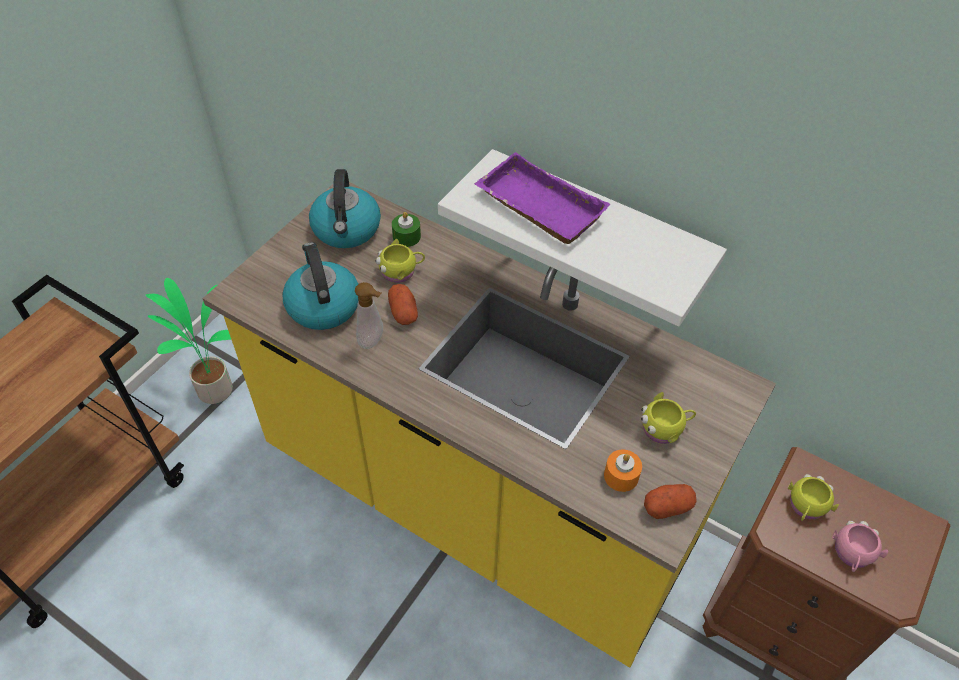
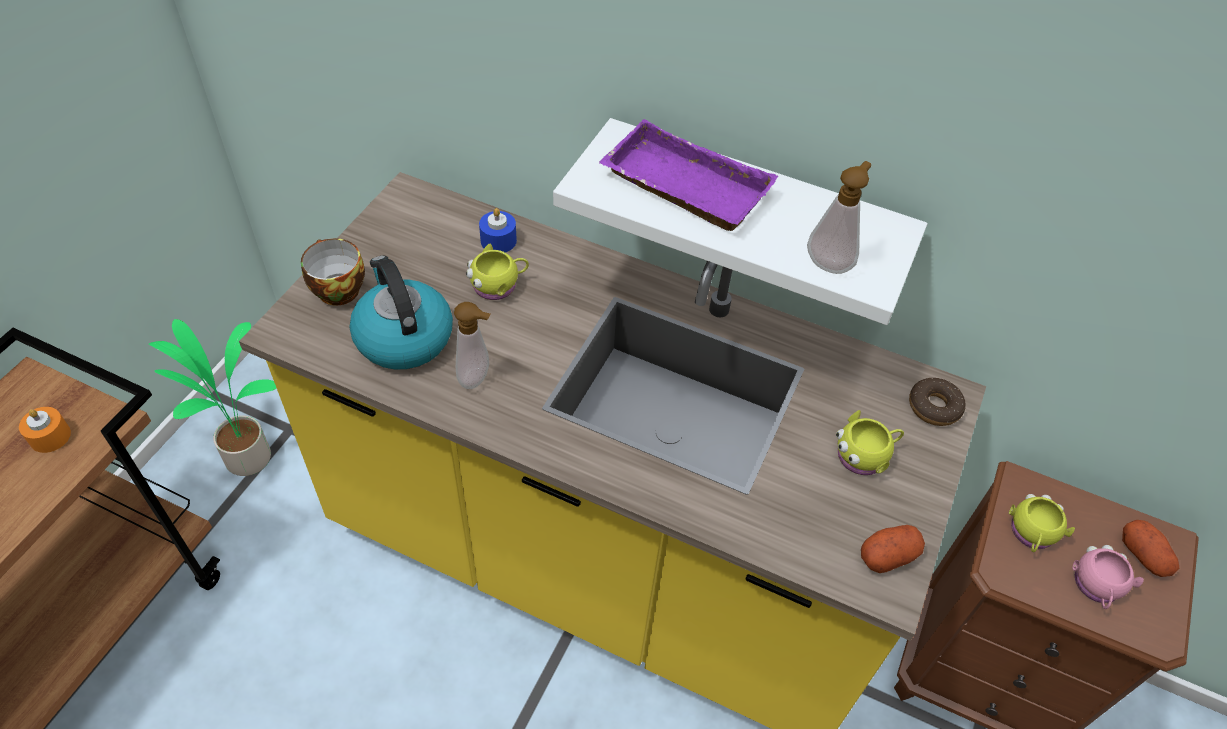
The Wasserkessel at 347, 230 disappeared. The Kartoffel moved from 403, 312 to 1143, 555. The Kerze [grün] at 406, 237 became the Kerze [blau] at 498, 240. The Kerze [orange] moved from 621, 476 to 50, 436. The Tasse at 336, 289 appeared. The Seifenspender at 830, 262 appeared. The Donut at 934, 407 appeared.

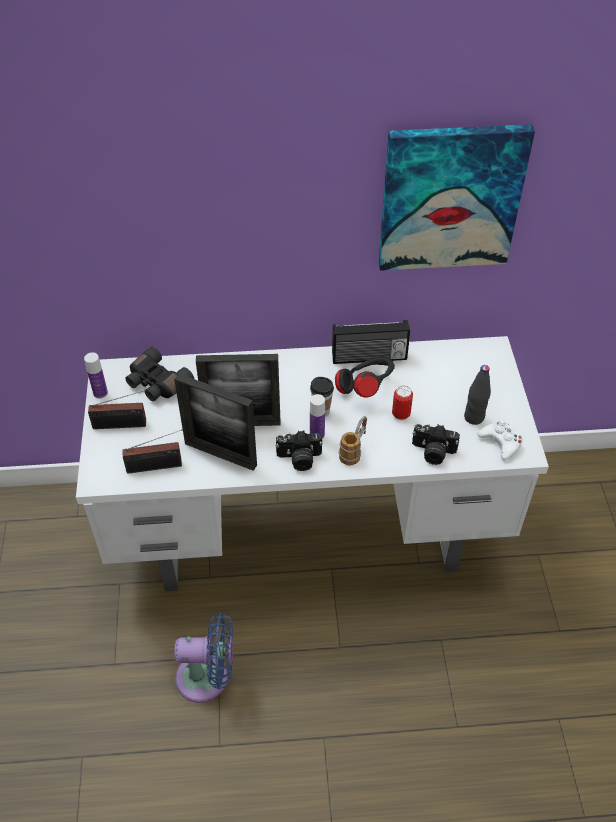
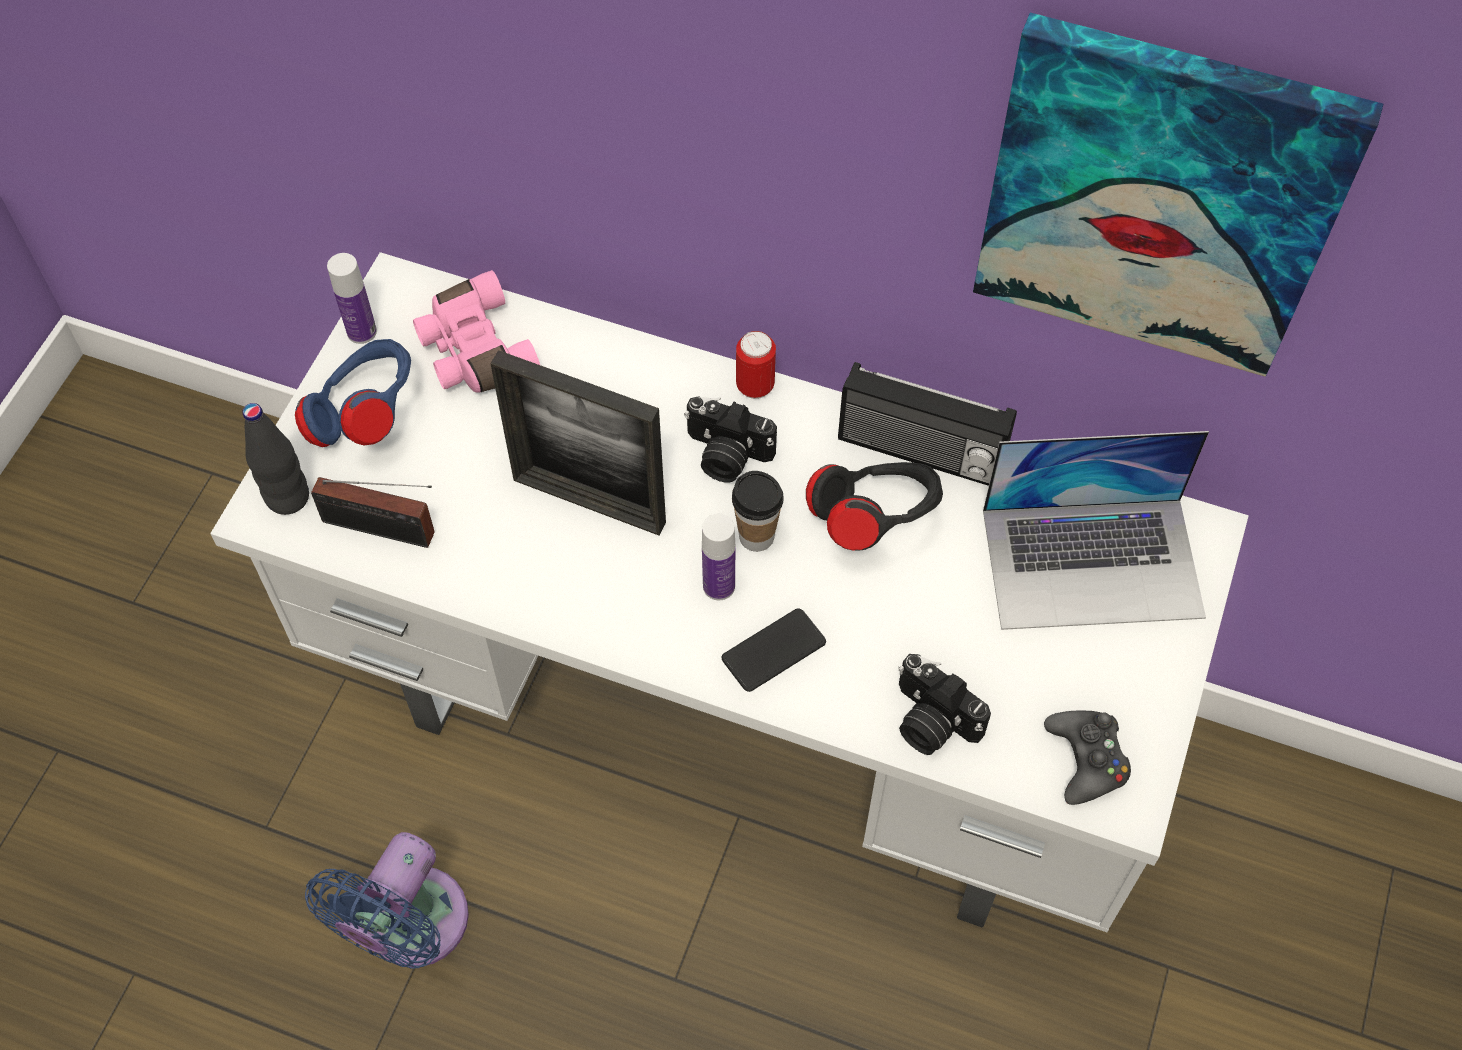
The Radio at 122, 425 was replaced by the Kopfhörer [blau] at 367, 416. The Fernglas [schwarz] at 156, 383 became the Fernglas [rosa] at 474, 351. The Bilderrahmen at 220, 454 disappeared. The Ventilator [blau] at 208, 678 turned 90 degrees clockwise. The Kamera moved from 299, 459 to 725, 455. The Henkelbecher at 354, 450 was replaced by the Handy at 773, 650. The Dose moved from 401, 414 to 755, 386. The Flasche [schwarz] moved from 474, 417 to 288, 498. The Gamepad [weiß] at 501, 443 became the Gamepad [schwarz] at 1086, 760. The Laptop at 1093, 562 appeared.

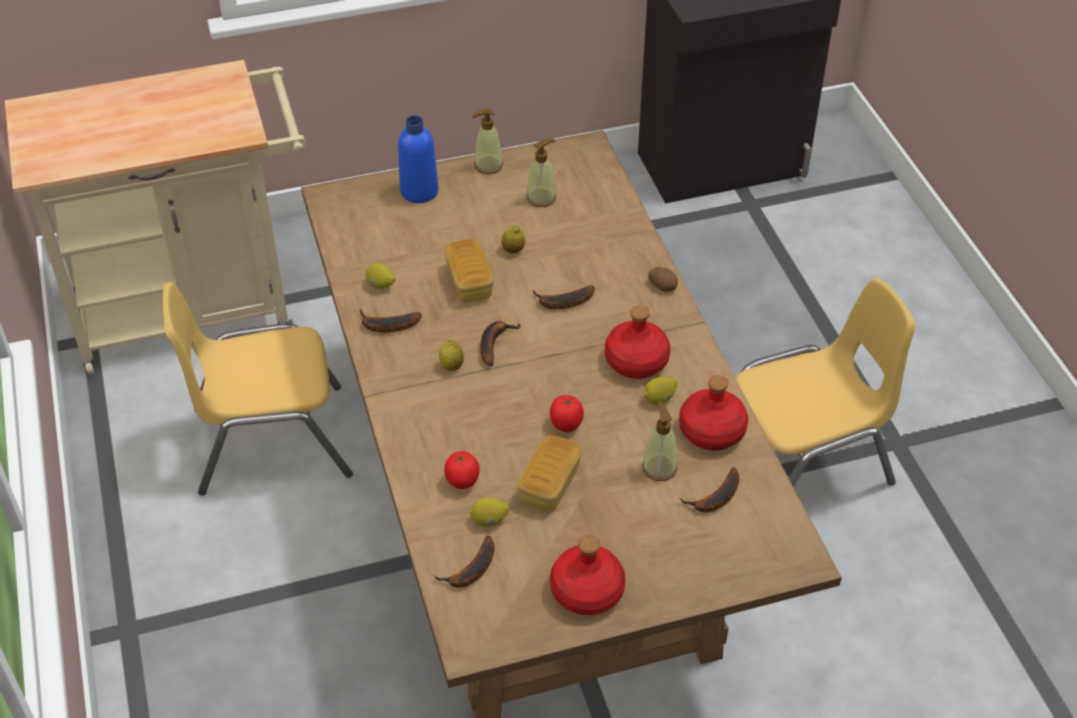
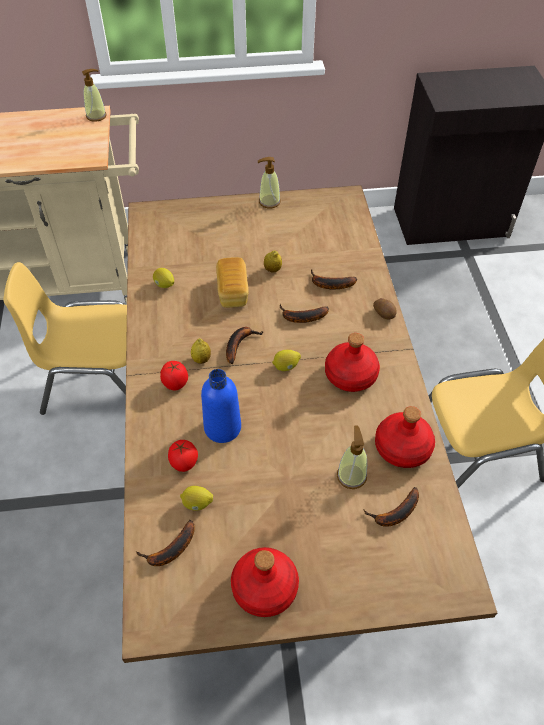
The Banane moved from 386, 326 to 329, 284. The Flasche [blau] moved from 419, 191 to 222, 428. The Brot at 549, 485 disappeared. The Seifenspender moved from 541, 198 to 96, 116. The Tomate moved from 566, 424 to 175, 383. The Zitrone moved from 659, 399 to 286, 366.

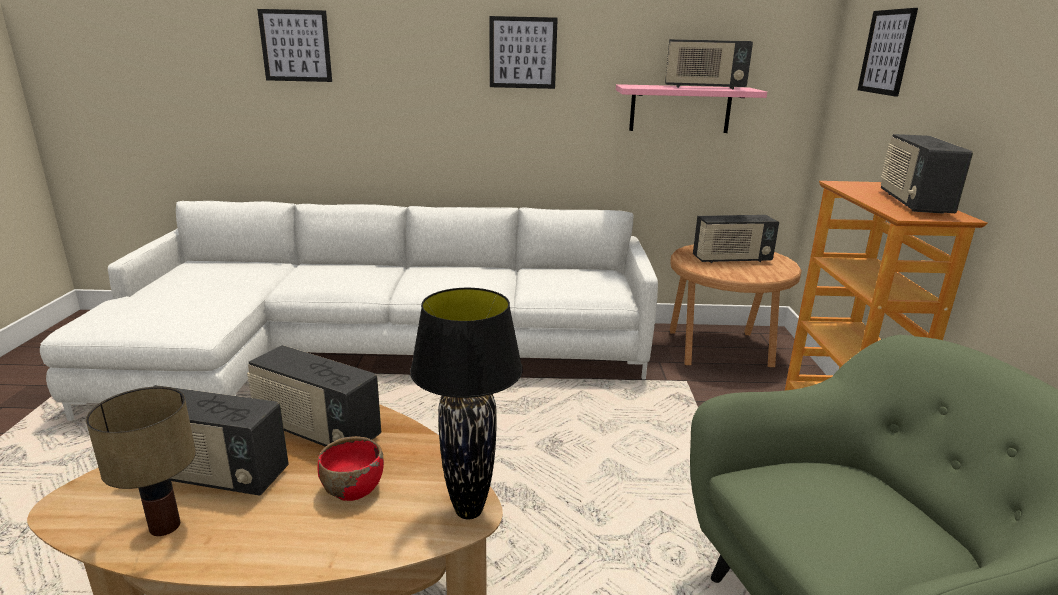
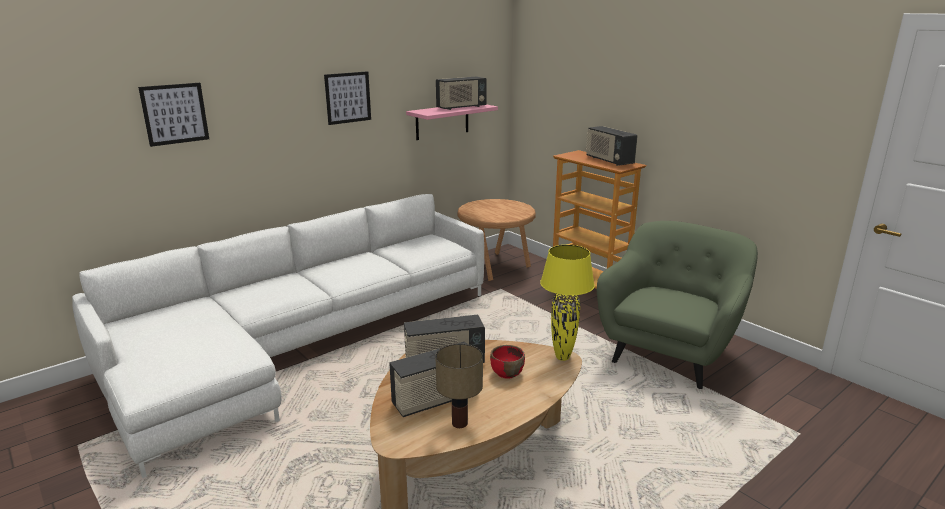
The Tischlampe [schwarz] at 469, 510 became the Tischlampe [gelb] at 562, 357. The Radio at 731, 259 disappeared. The Bild at 887, 52 disappeared.

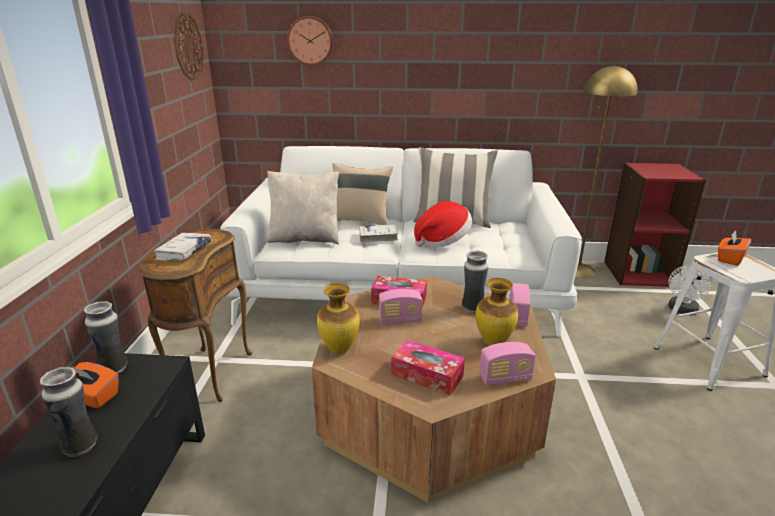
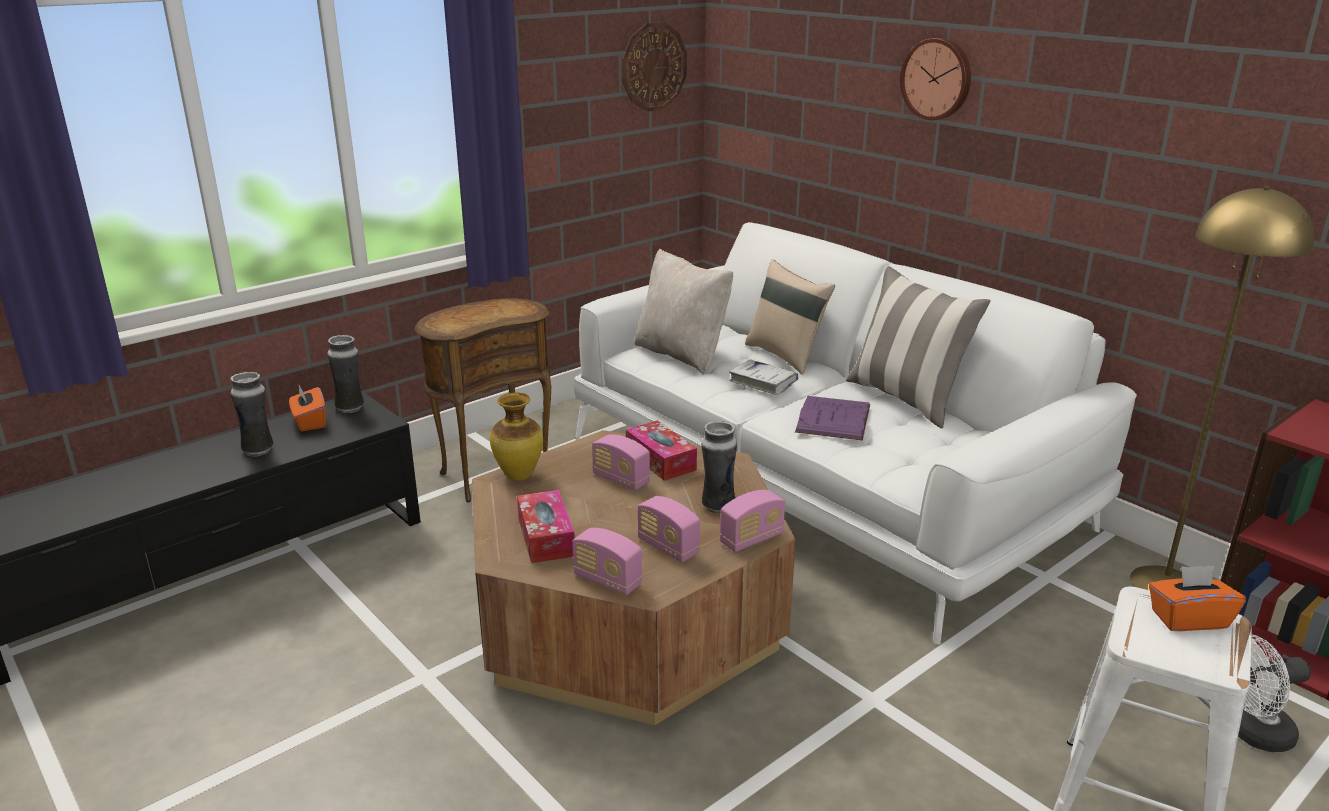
The Buch [weiß] at 184, 252 disappeared. The Wanduhr moved from 310, 41 to 937, 79. The Hut at 443, 241 was replaced by the Buch [lila] at 833, 418. The Vase at 494, 342 was replaced by the Radio at 668, 547.

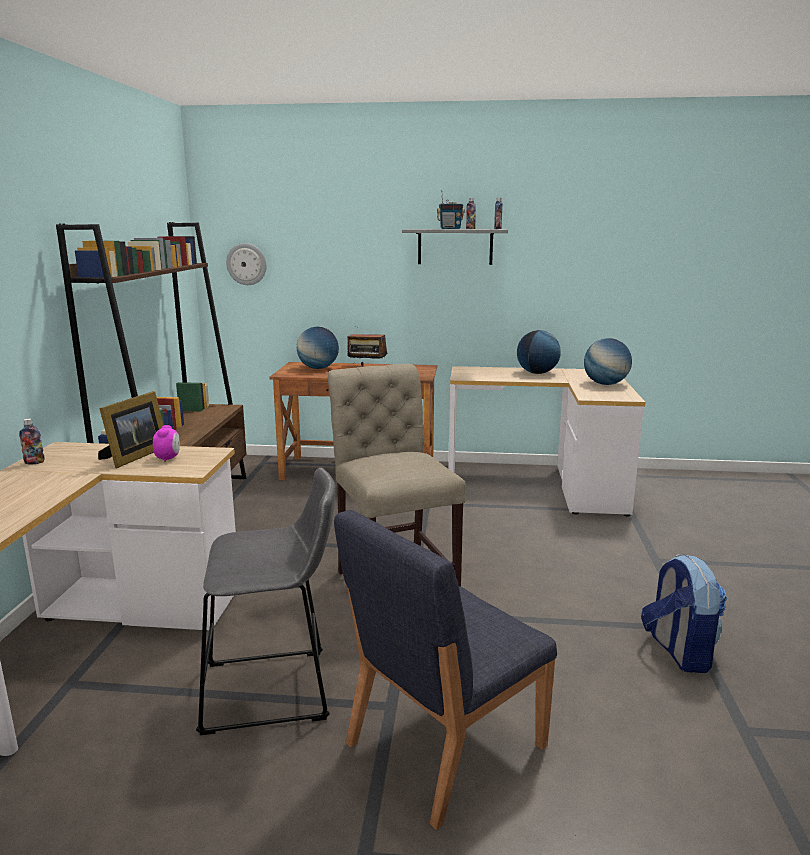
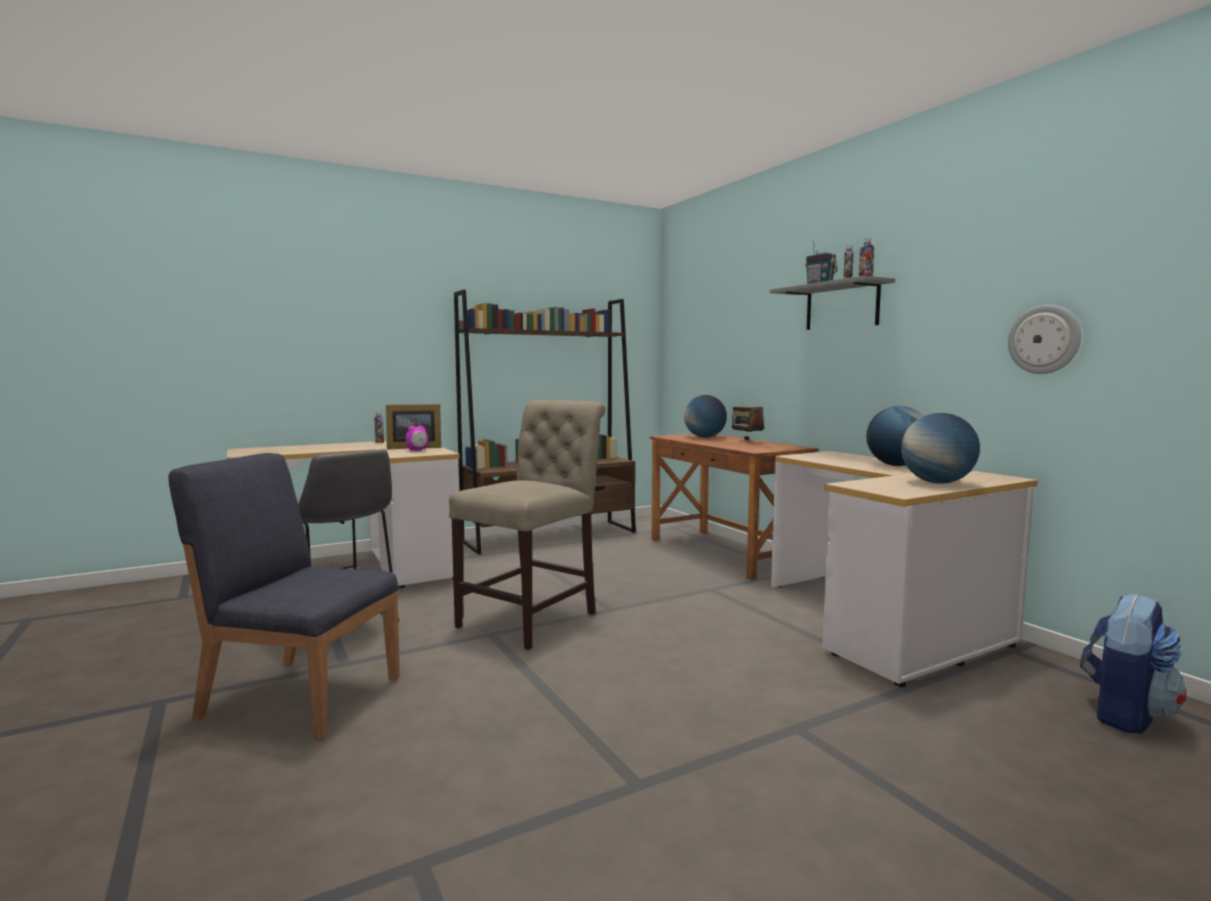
The Wanduhr moved from 246, 264 to 1044, 339. The Rucksack moved from 678, 651 to 1125, 714.

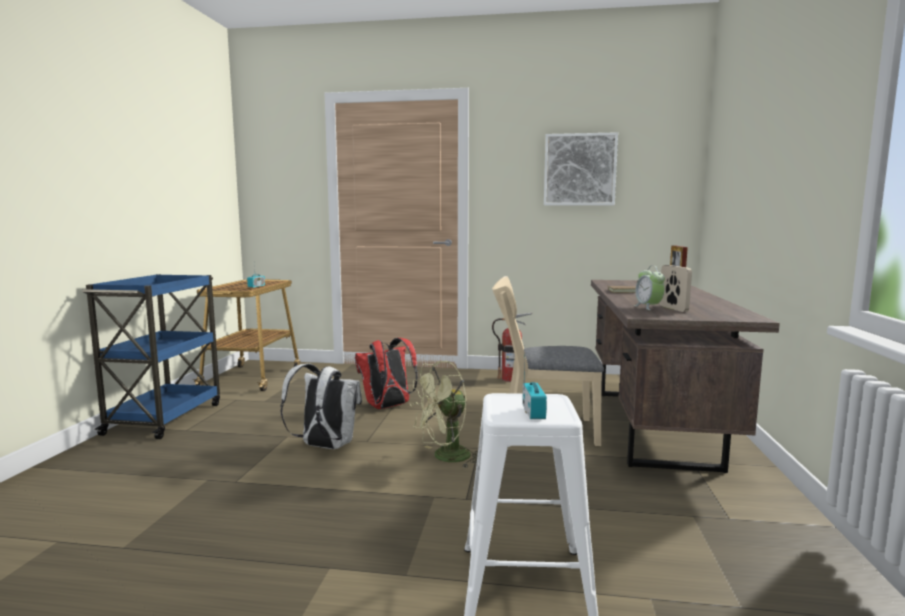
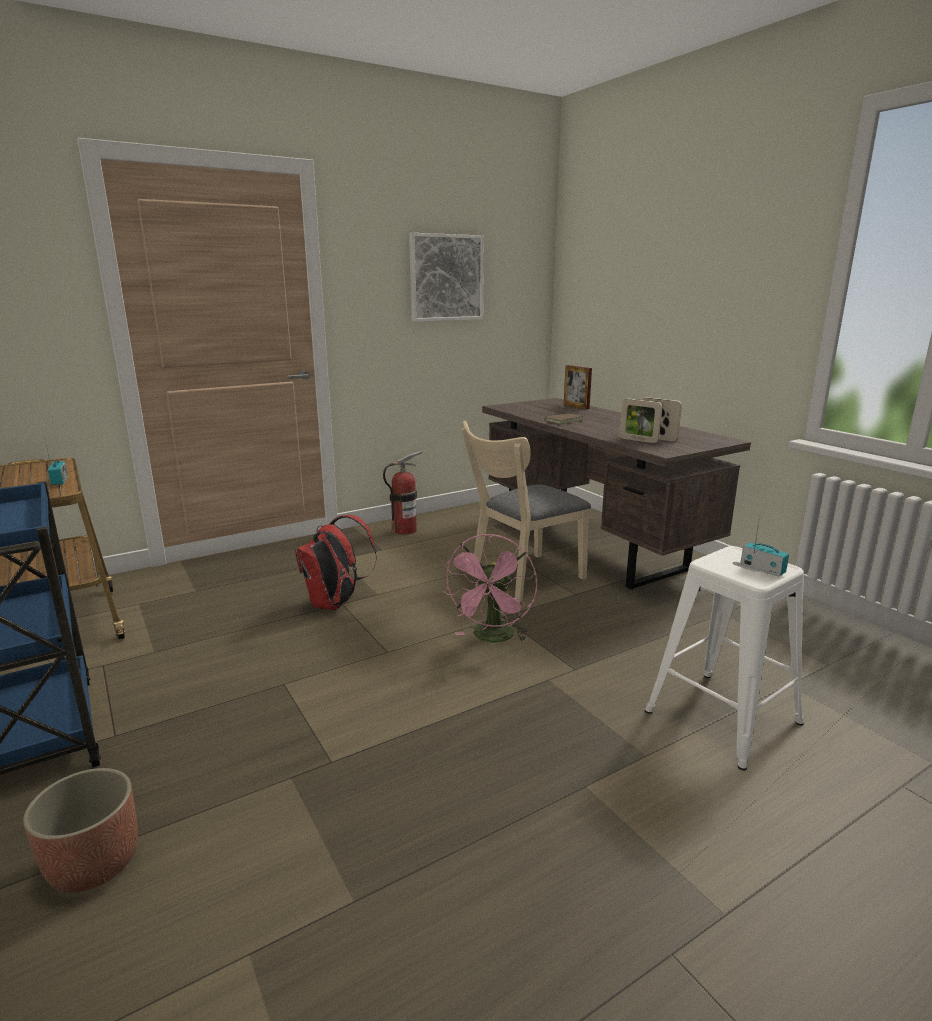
The Rucksack [weiß] at 325, 446 disappeared. The Ventilator [grün] at 445, 458 became the Ventilator [rosa] at 492, 638. The Wecker at 648, 307 was replaced by the Bilderrahmen at 638, 440. The Pflanzkübel at 94, 863 appeared.

